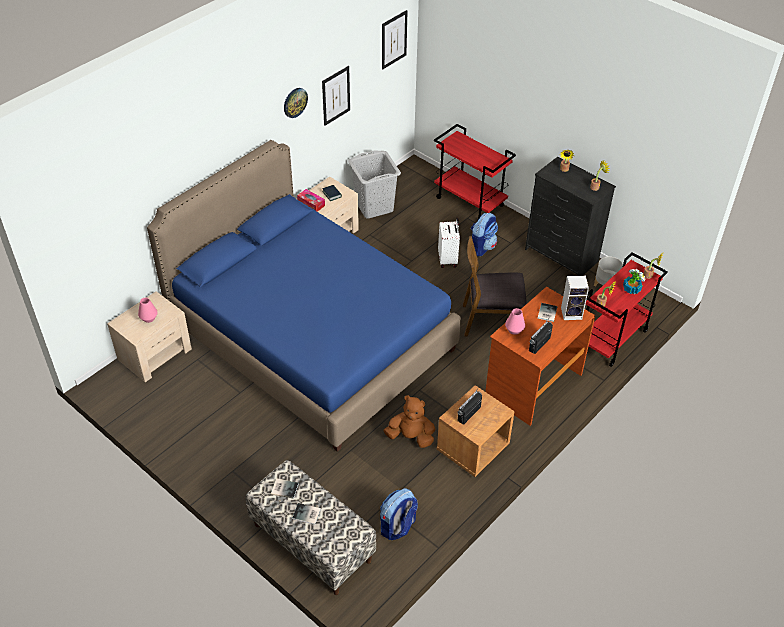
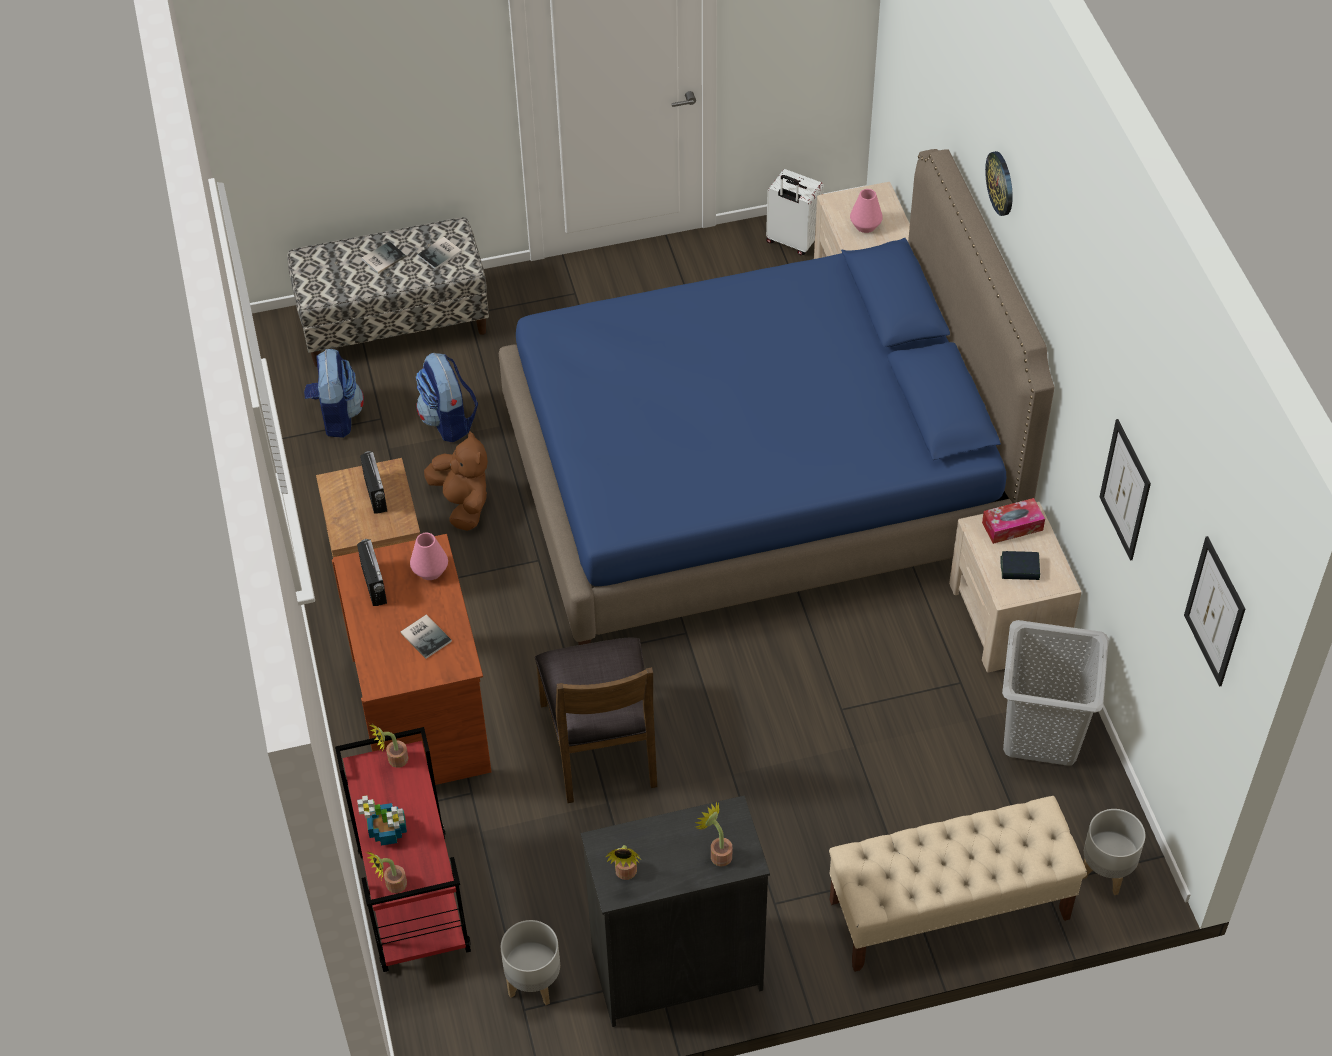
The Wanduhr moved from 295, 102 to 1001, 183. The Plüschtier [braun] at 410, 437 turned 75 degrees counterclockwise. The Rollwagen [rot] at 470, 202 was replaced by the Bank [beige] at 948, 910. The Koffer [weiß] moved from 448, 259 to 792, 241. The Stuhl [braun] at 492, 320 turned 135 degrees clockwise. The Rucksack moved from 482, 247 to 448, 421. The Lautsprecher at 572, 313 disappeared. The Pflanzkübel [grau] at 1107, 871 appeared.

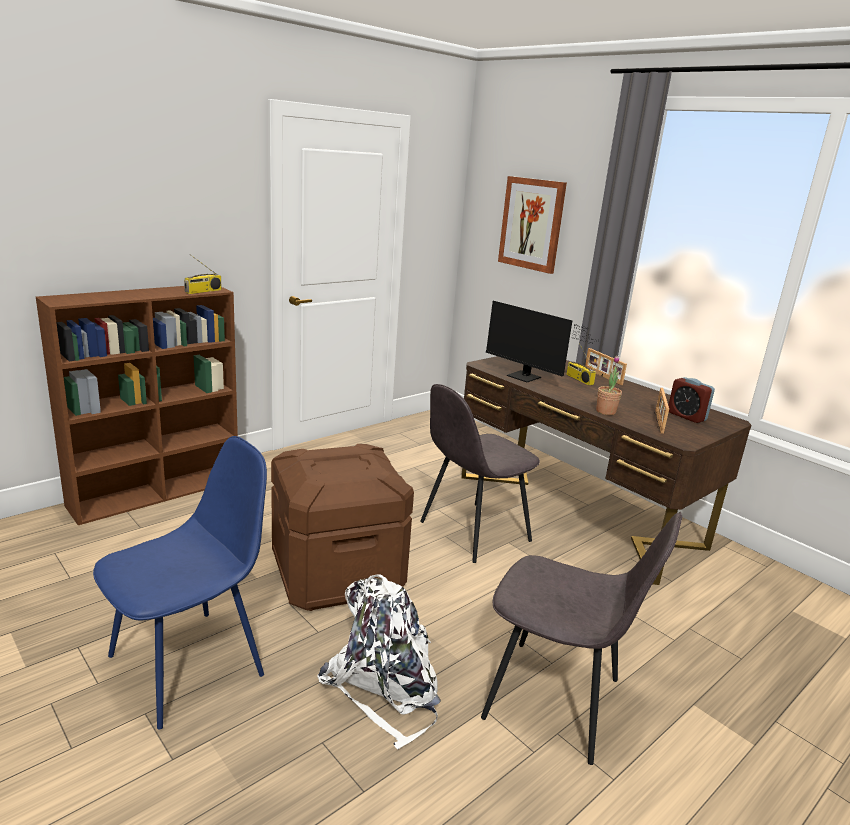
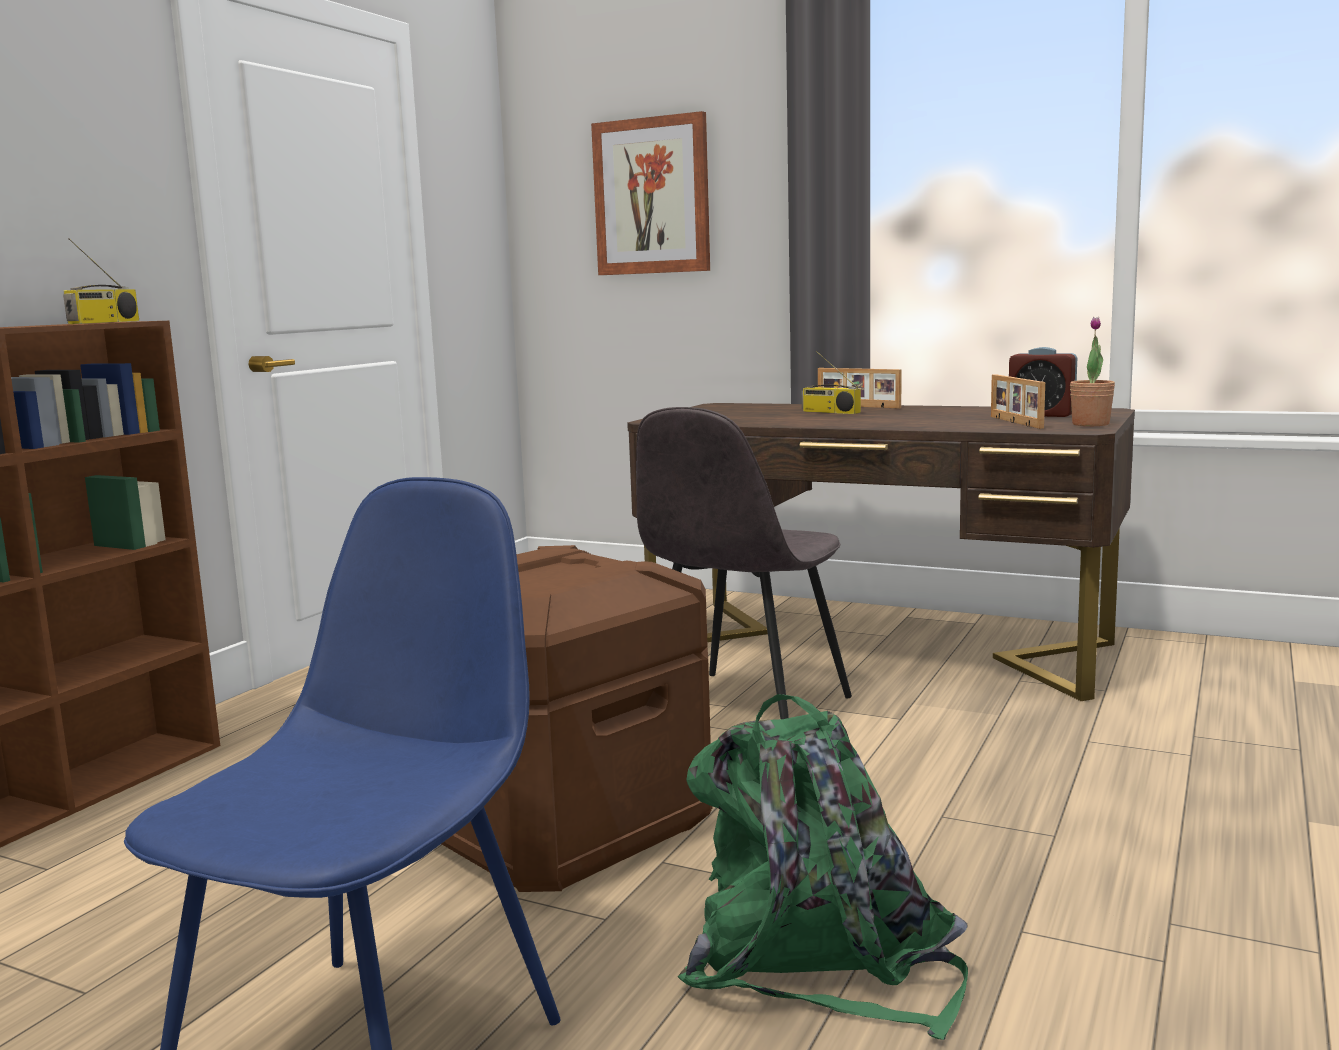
The Rucksack [weiß] at 385, 687 became the Rucksack [grün] at 819, 958. The Stuhl [grau] at 556, 700 disappeared. The Monitor at 527, 378 disappeared. The Topfpflanze moved from 605, 411 to 1090, 424.

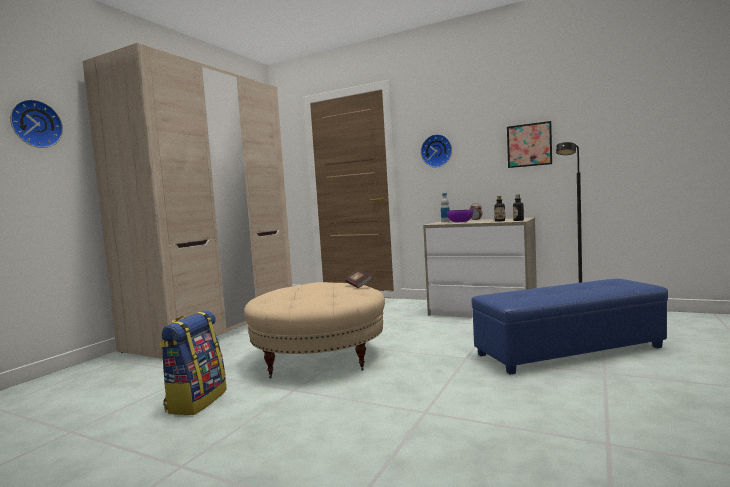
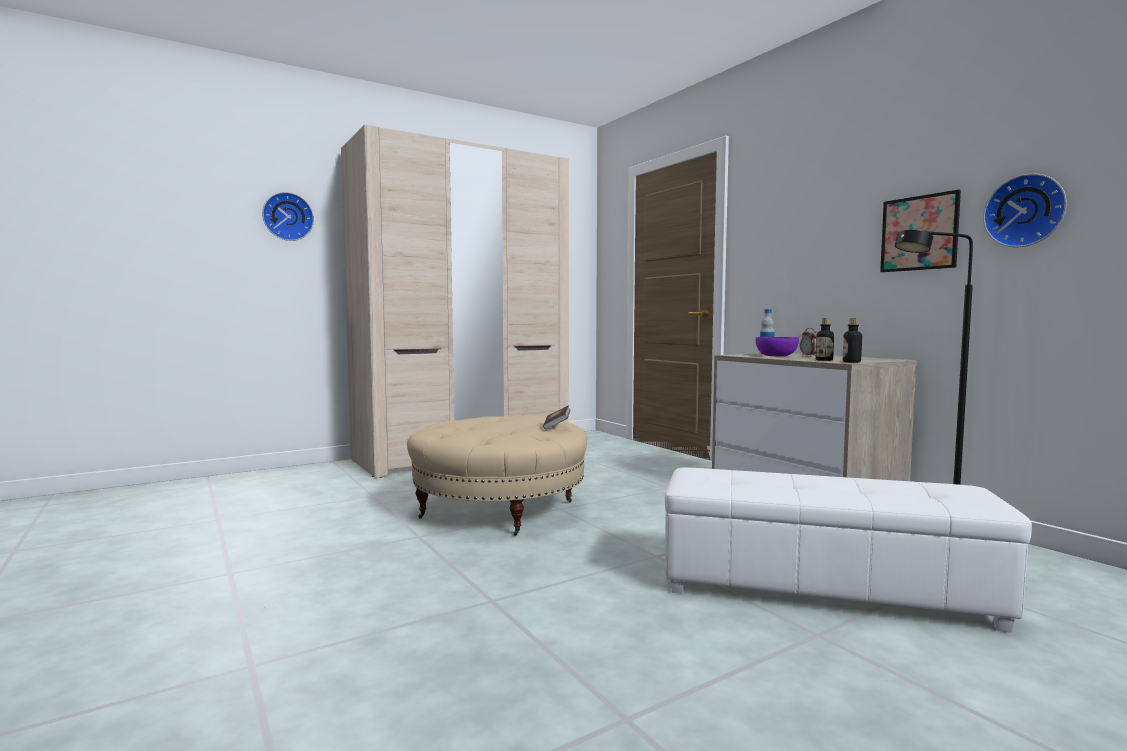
The Rucksack at 196, 401 disappeared. The Wanduhr moved from 437, 151 to 1025, 211. The Polsterhocker [blau] at 568, 350 became the Polsterhocker [weiß] at 824, 589.

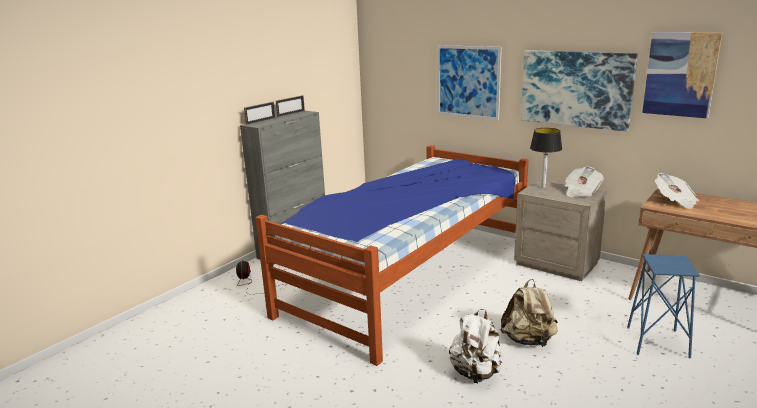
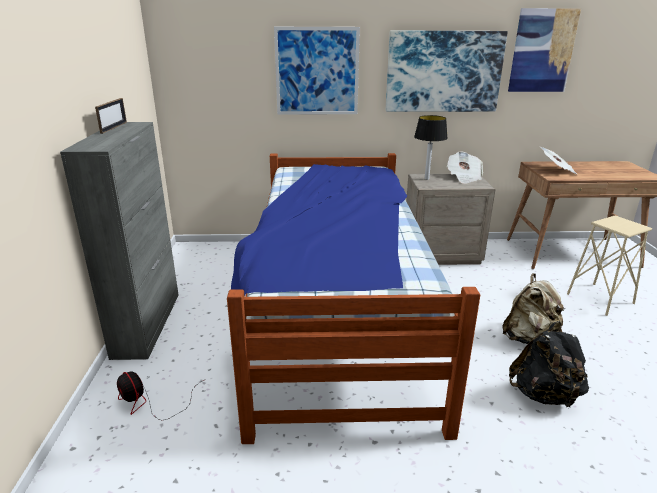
The Bilderrahmen at 261, 121 disappeared. The Rucksack [weiß] at 475, 373 became the Rucksack [schwarz] at 544, 395. The Hocker [blau] at 657, 342 became the Hocker [beige] at 600, 299.

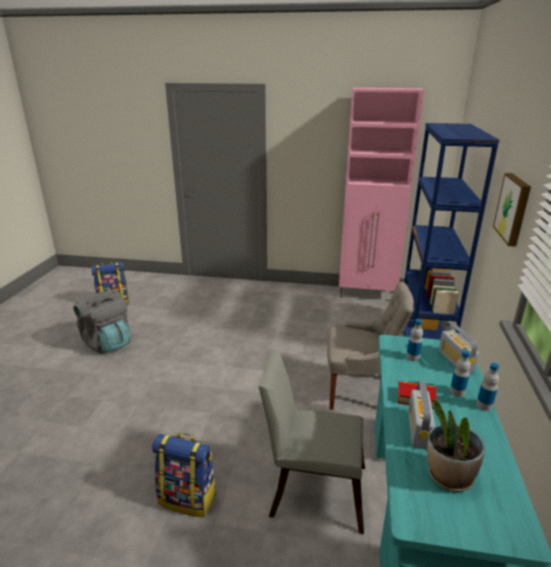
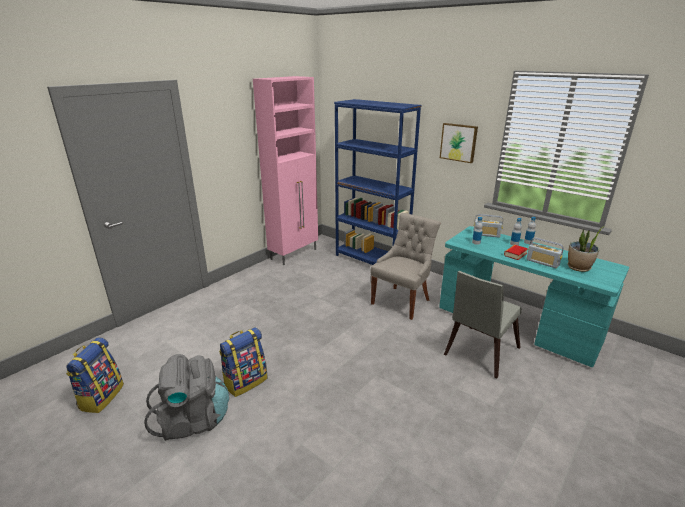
The Rucksack moved from 188, 498 to 246, 381.

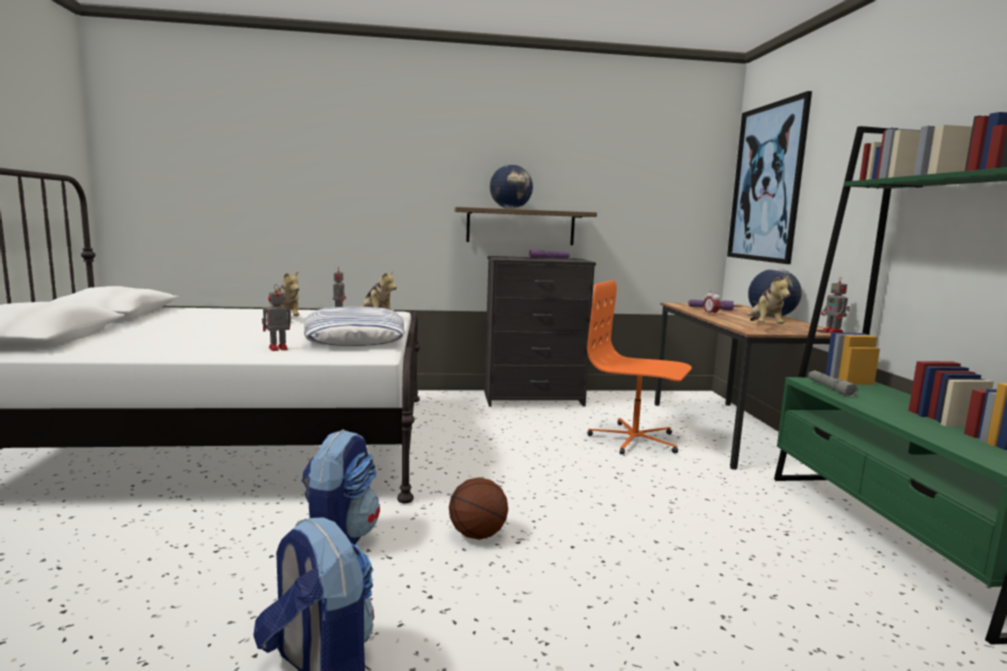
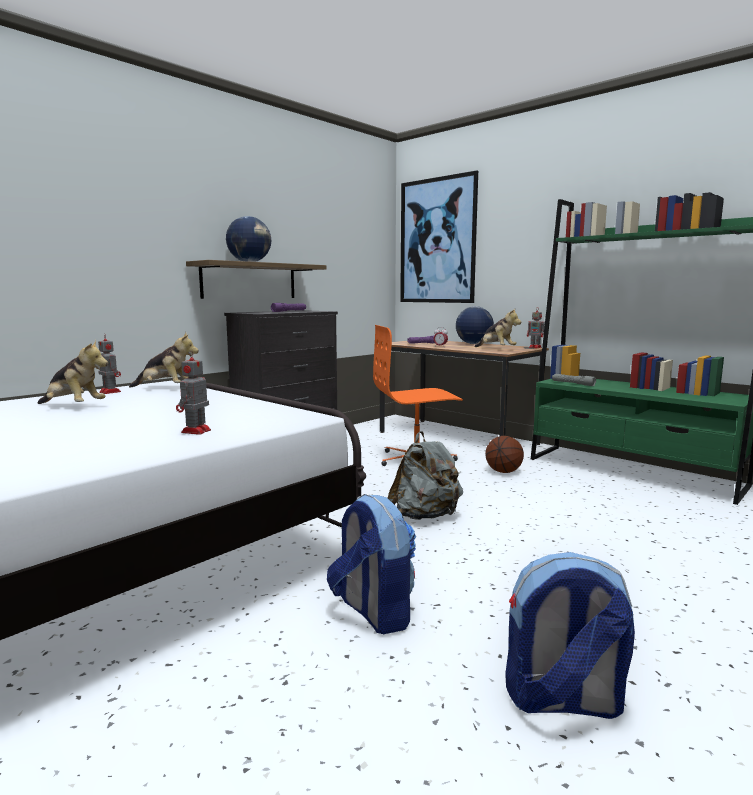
The Kissen at 354, 337 disappeared. The Basketball moved from 478, 534 to 503, 471. The Rucksack [grau] at 425, 516 appeared.

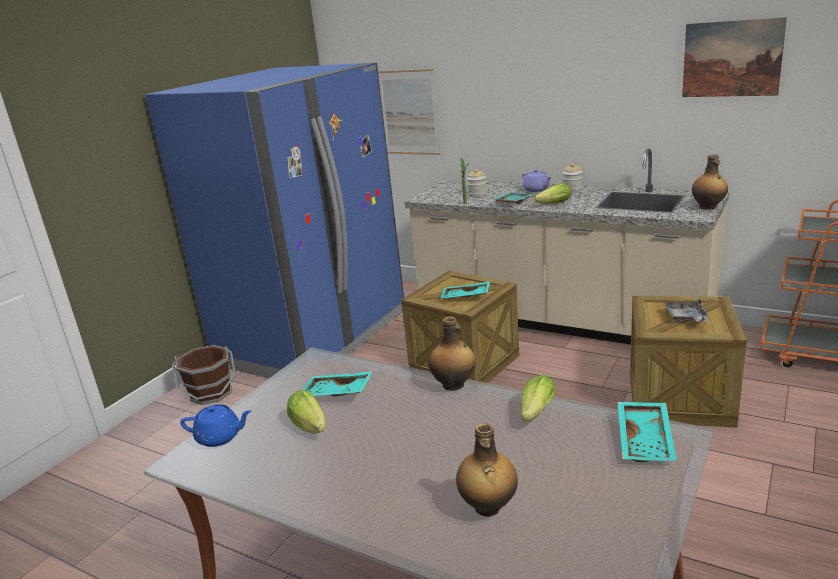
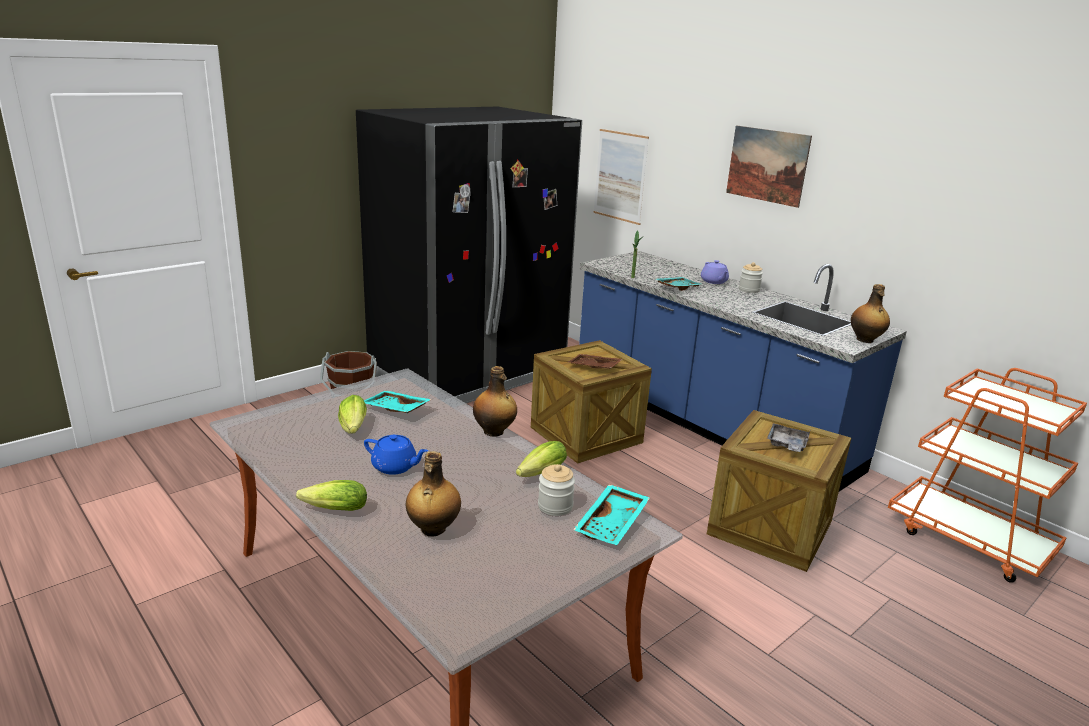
The Kühlschrank [blau] at 314, 338 became the Kühlschrank [schwarz] at 468, 373. The Teekanne [blau] moved from 220, 437 to 395, 467. The Küchenzeile [beige] at 559, 321 became the Küchenzeile [blau] at 707, 423. The Tablett [türkis] at 465, 297 became the Tablett [braun] at 594, 367. The Vorratsglas moved from 477, 194 to 555, 506. The Salatkopf moved from 552, 204 to 332, 510. The Bild moved from 731, 59 to 767, 165.

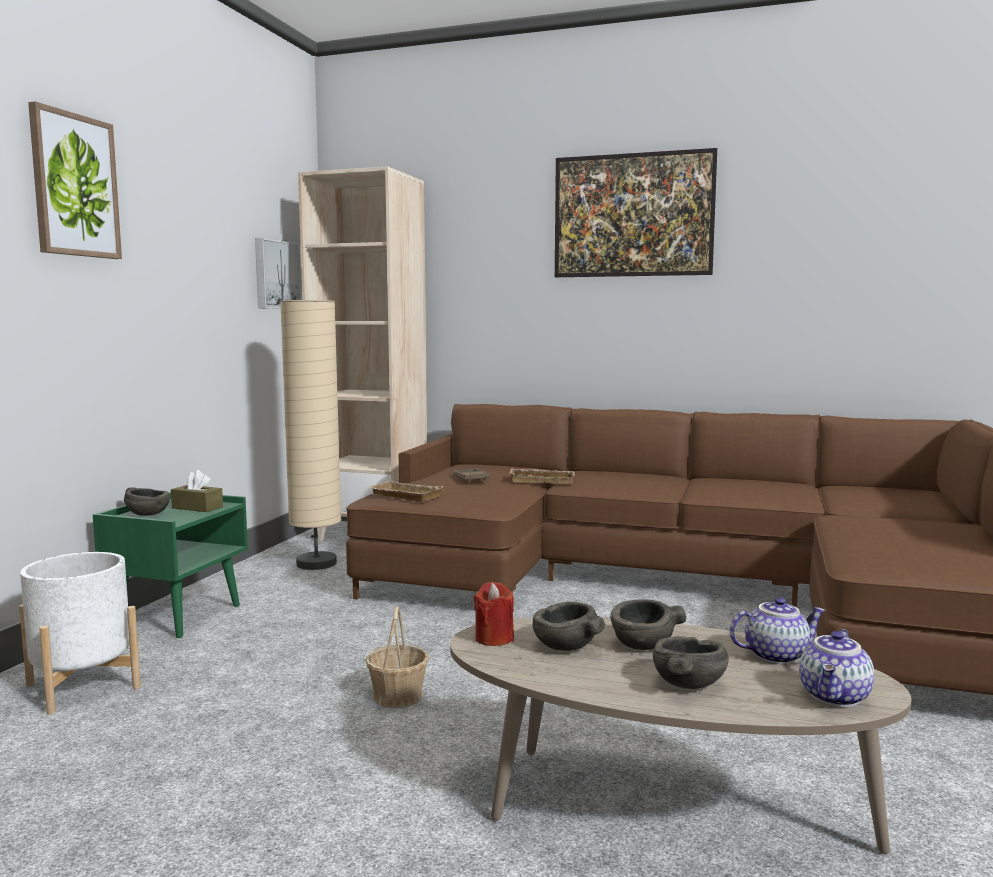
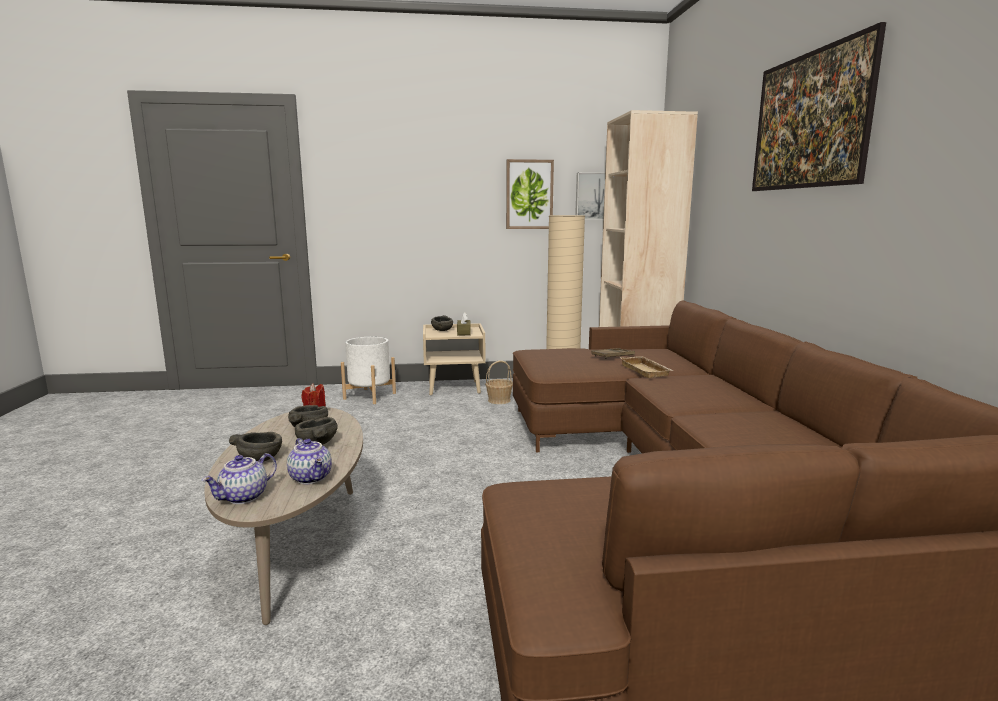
The Bild moved from 74, 185 to 529, 194. The Nachttisch [grün] at 179, 616 became the Nachttisch [beige] at 454, 388. The Korb moved from 398, 695 to 499, 400. The Tablett [beige] at 403, 496 disappeared. The Teekanne at 836, 697 turned 60 degrees counterclockwise.

